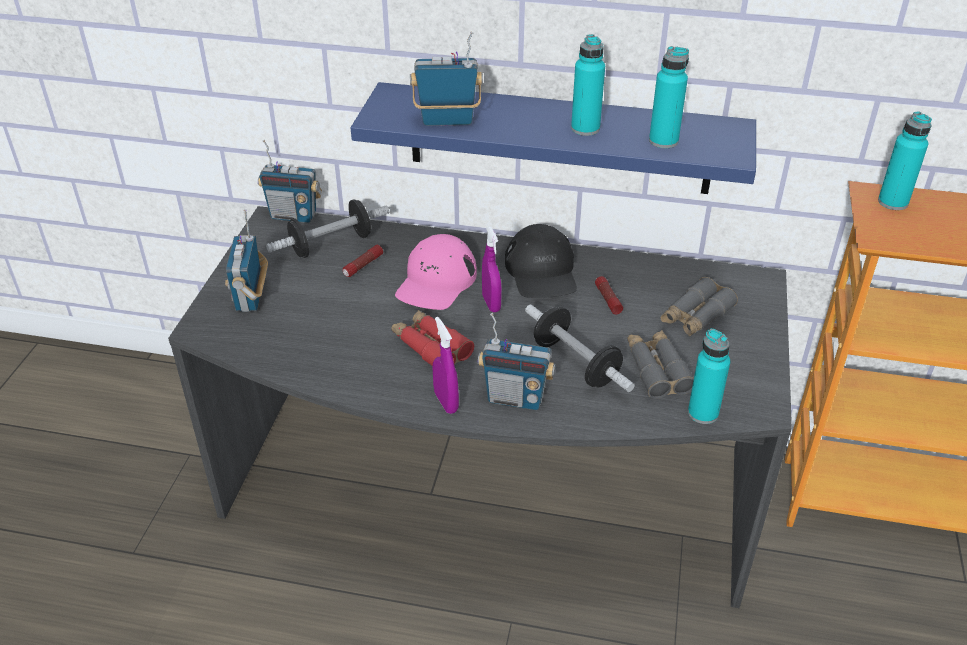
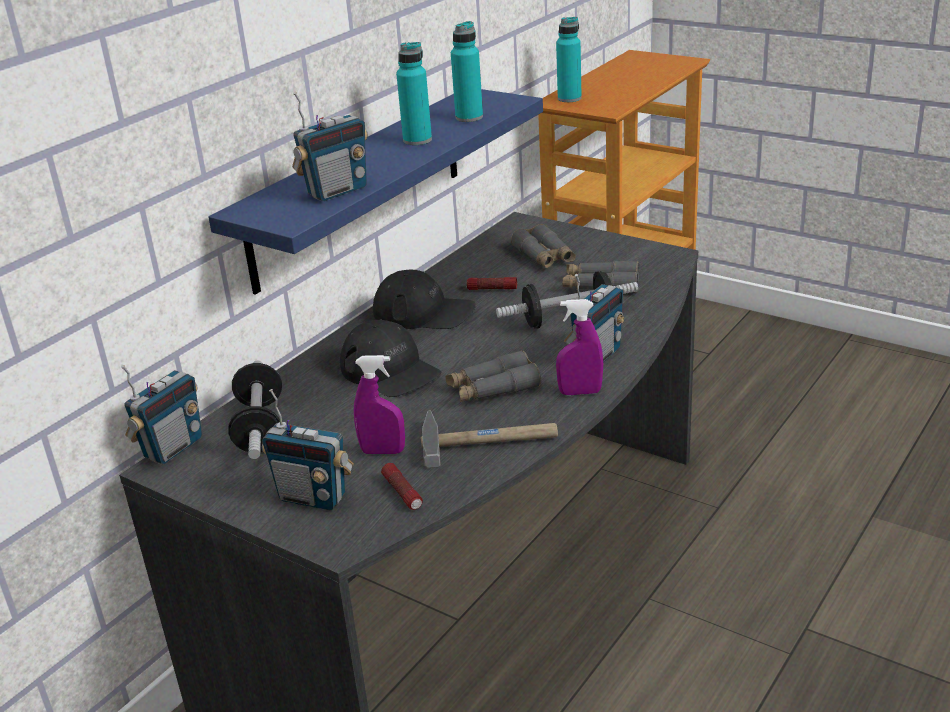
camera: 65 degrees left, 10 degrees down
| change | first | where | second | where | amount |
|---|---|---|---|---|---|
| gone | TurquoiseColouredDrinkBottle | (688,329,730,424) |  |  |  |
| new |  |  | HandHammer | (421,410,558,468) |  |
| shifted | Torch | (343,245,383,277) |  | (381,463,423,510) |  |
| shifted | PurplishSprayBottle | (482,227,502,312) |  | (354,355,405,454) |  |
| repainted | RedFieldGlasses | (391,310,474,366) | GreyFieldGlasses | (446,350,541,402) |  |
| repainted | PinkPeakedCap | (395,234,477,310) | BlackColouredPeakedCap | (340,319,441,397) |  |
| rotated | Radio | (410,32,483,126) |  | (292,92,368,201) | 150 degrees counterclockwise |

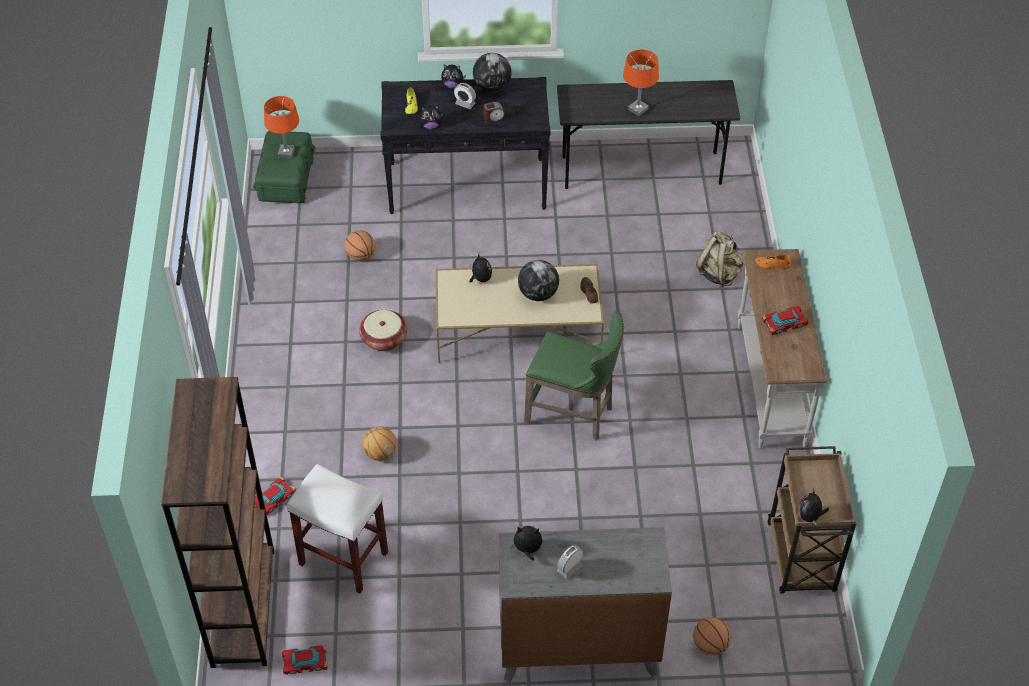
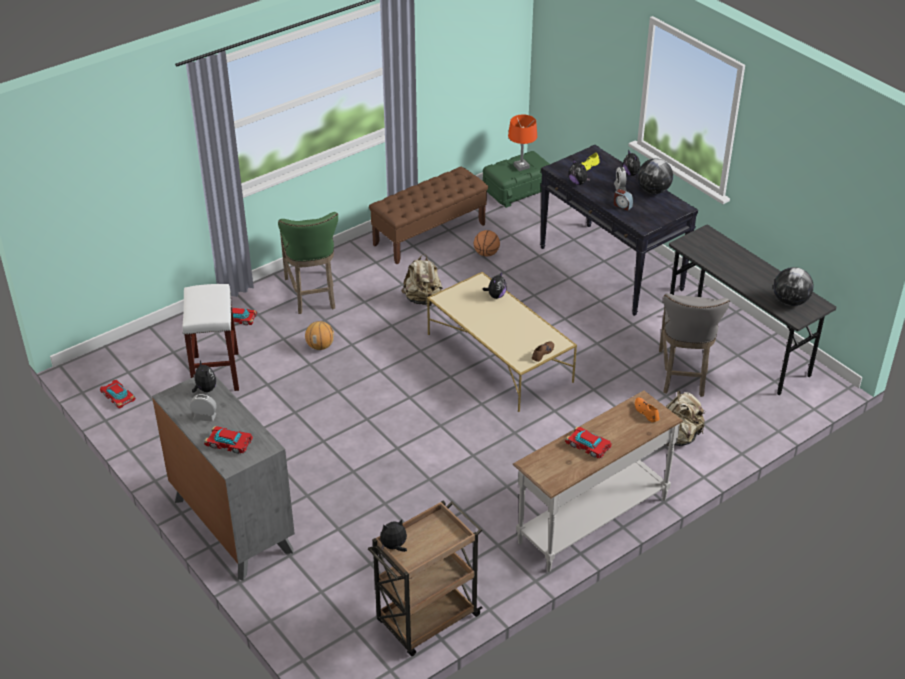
camera: 55 degrees right, 10 degrees down
| change | first | where | second | where | amount |
|---|---|---|---|---|---|
| gone | BrownColouredBookcase | (161,377,274,668) |  |  |  |
| gone | OrangeTableLamp | (623,50,659,116) |  |  |  |
| gone | BasketballBall | (693,617,731,655) |  |  |  |
| new |  |  | MiniatureCar | (204,426,253,454) |  |
| new |  |  | BrownColouredLongSeat | (369,167,488,264) |  |
| new |  |  | GreySittingStool | (659,293,730,397) |  |
| shifted | WorldGlobe | (518,260,559,301) |  | (774,267,814,306) |  |
| shifted | GreenColouredSittingStool | (524,311,624,441) |  | (278,212,338,314) |  |
| swapped | Basket | (359,310,407,351) | SandColouredRucksack | (401,254,443,306) |  |

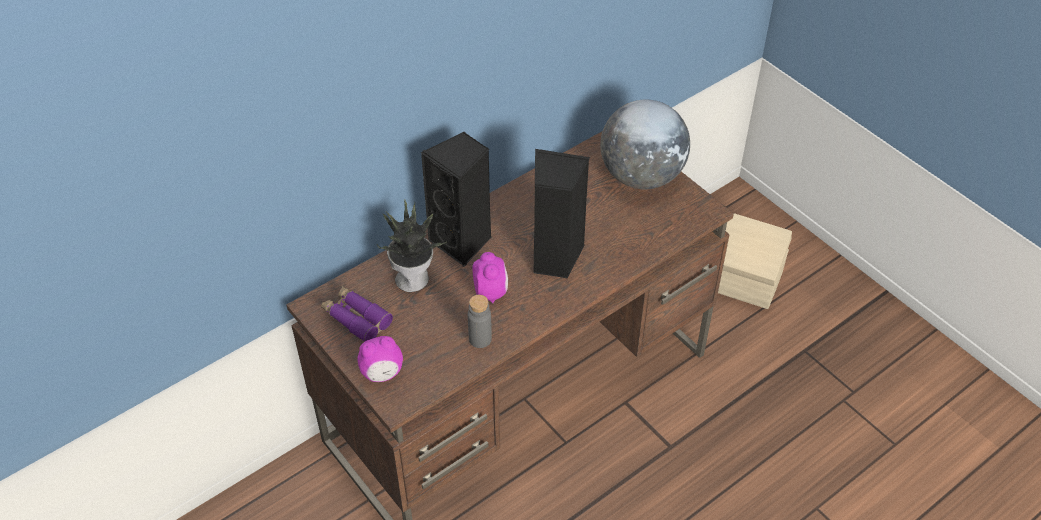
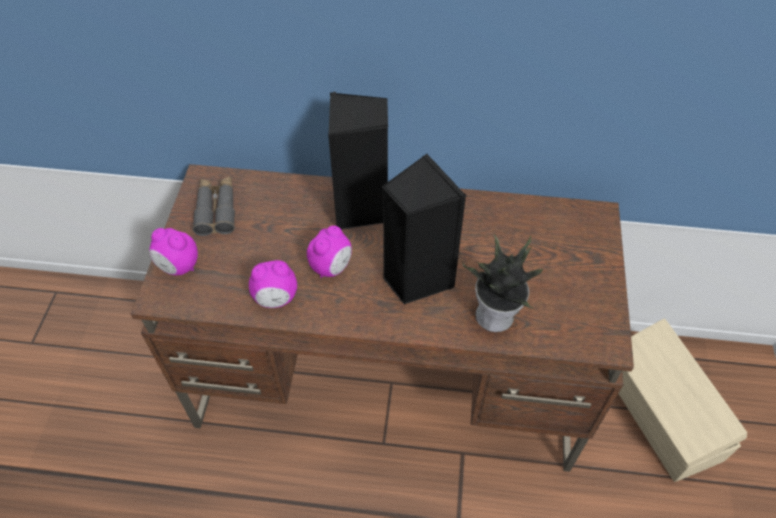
camera: 45 degrees right, 5 degrees up
| change | first | where | second | where | amount |
|---|---|---|---|---|---|
| gone | WorldGlobe | (600,100,690,189) |  |  |  |
| shifted | Houseplant | (377,199,446,292) |  | (462,235,543,332) |  |
| swapped | GreyDrinkBottle | (468,295,492,348) | AlarmClock | (249,260,297,308) |  |
| repainted | PurplishFieldGlasses | (321,286,393,342) | GreyFieldGlasses | (192,177,235,236) |  |

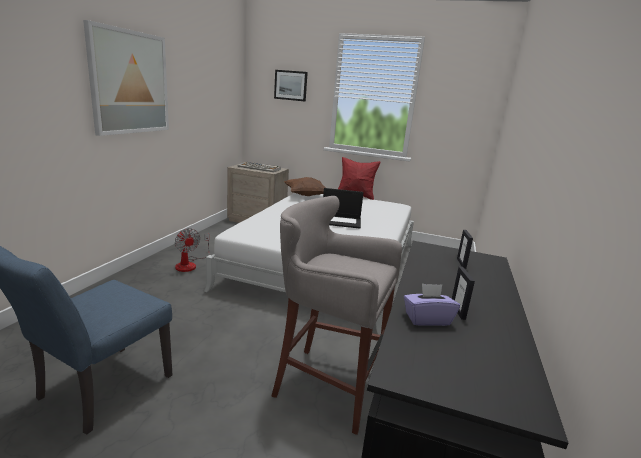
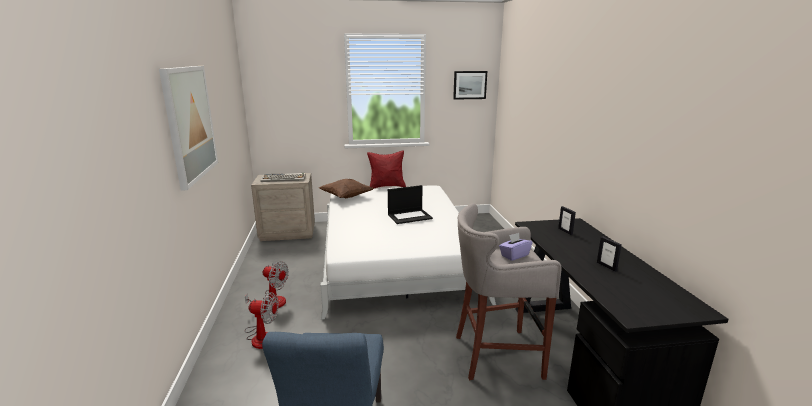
camera: 25 degrees left, 0 degrees up
| change | first | where | second | where | amount |
|---|---|---|---|---|---|
| new |  |  | ElectricFan | (245,292,279,349) |  |
| shifted | Picture | (274,70,308,101) |  | (453,71,487,100) |  |
| shifted | PurplishTissueHolder | (404,284,460,326) |  | (499,233,532,261) |  |

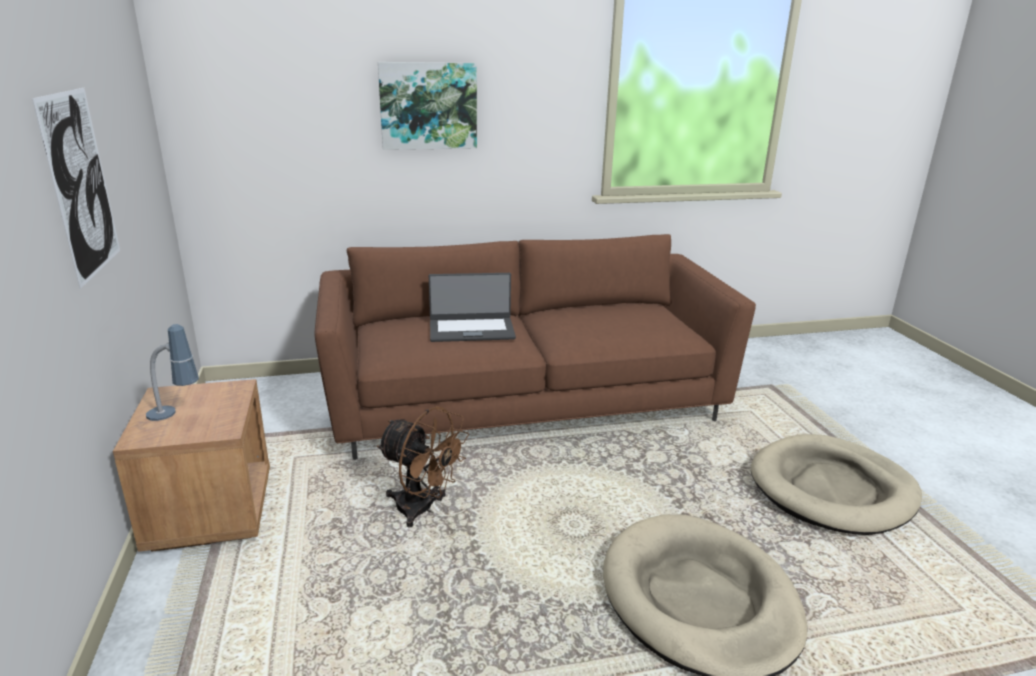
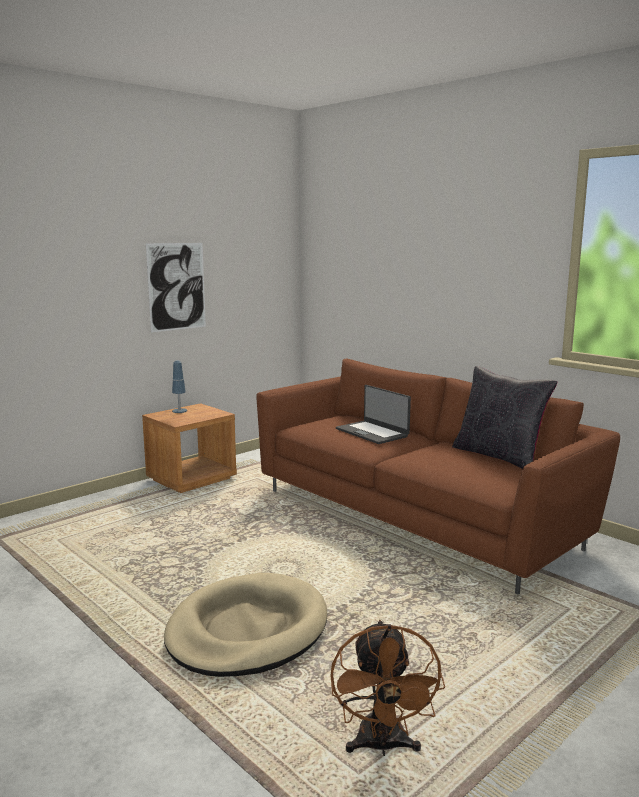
camera: 60 degrees right, 10 degrees down
| change | first | where | second | where | amount |
|---|---|---|---|---|---|
| gone | Picture | (378,62,477,150) |  |  |  |
| gone | SandColouredDogCushion | (751,434,922,535) |  |  |  |
| new |  |  | BlackColouredCushion | (452,366,558,469) |  |
| shifted | BrownColouredElectricFan | (377,406,469,527) |  | (330,620,445,756) |  |

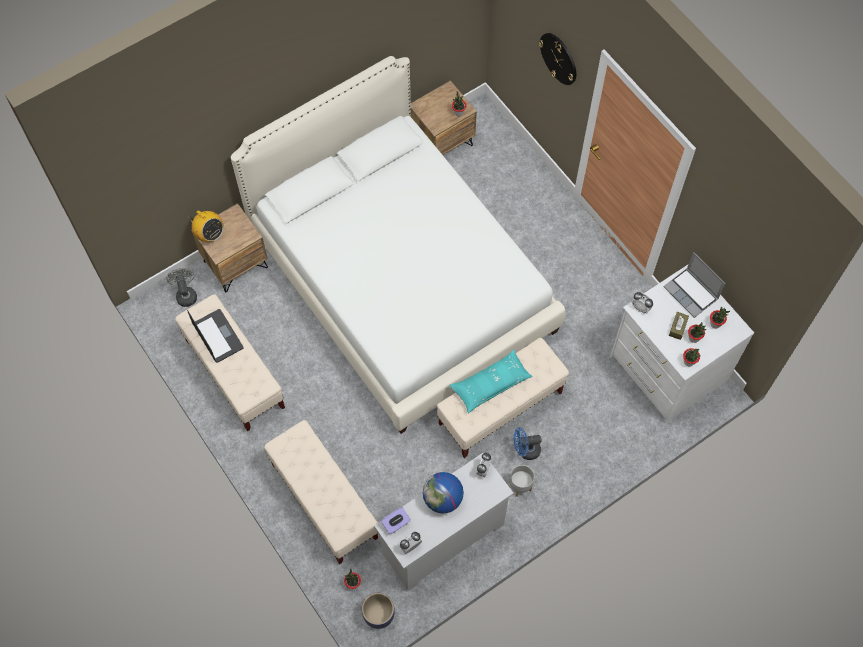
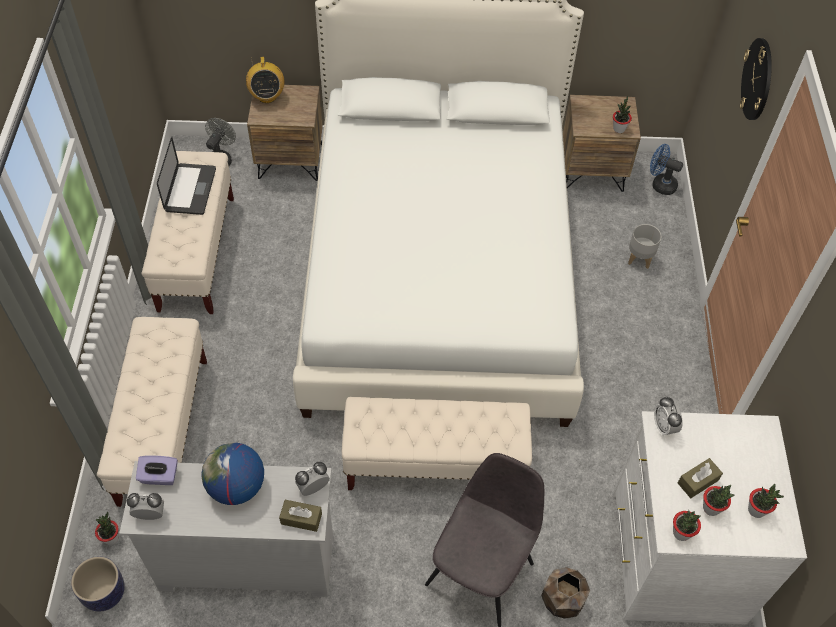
camera: 35 degrees right, 10 degrees down
| change | first | where | second | where | amount |
|---|---|---|---|---|---|
| gone | TurquoiseColouredCushion | (449,350,533,414) |  |  |  |
| gone | Laptop | (663,252,725,318) |  |  |  |
| new |  |  | BrownColouredTissueHolder | (279,500,322,532) |  |
| new |  |  | GreyUprightChair | (425,453,544,627) |  |
| new |  |  | BrownColouredPlanter | (541,567,590,619) |  |
| shifted | GreyPlanter | (509,465,534,497) |  | (628,224,661,269) |  |
| shifted | BlueColouredElectricFan | (514,427,542,460) |  | (650,144,683,195) |  |

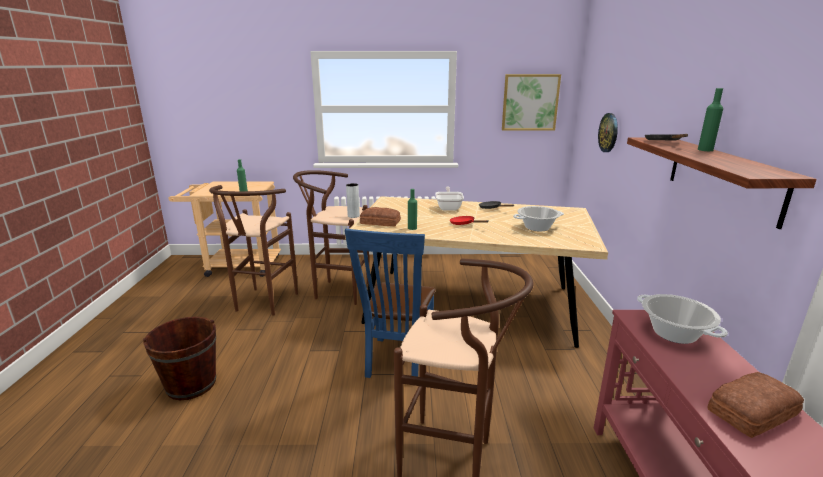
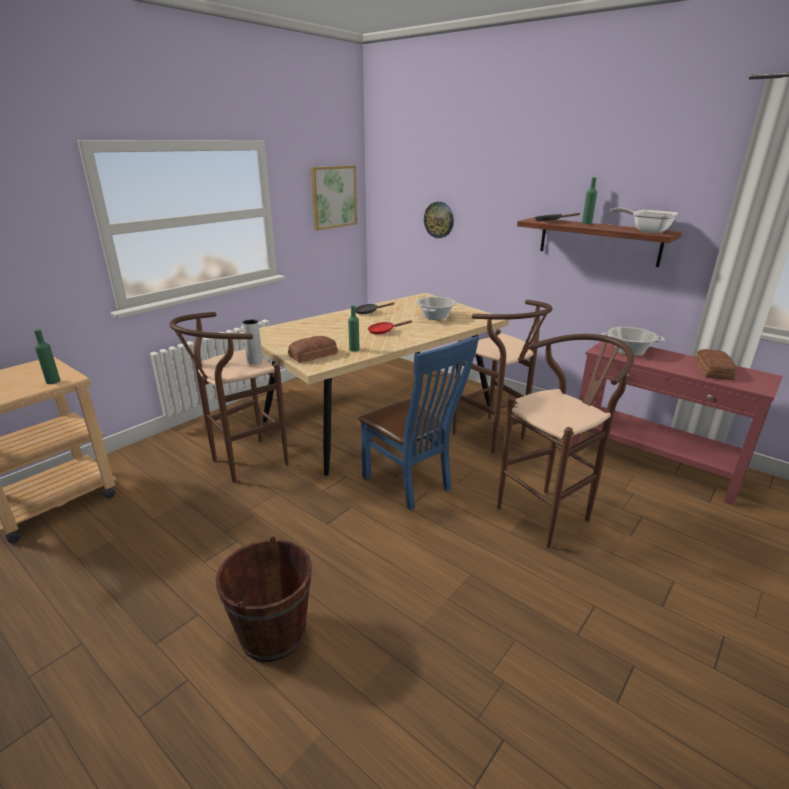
camera: 50 degrees left, 5 degrees up
| change | first | where | second | where | amount |
|---|---|---|---|---|---|
| shifted | BrownColouredSittingStool | (209,185,298,315) |  | (453,300,552,454) |  |
| shifted | Pan | (435,186,464,211) |  | (610,208,678,233) |  |

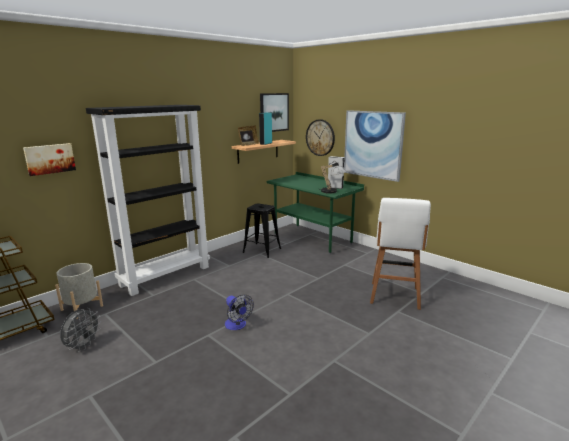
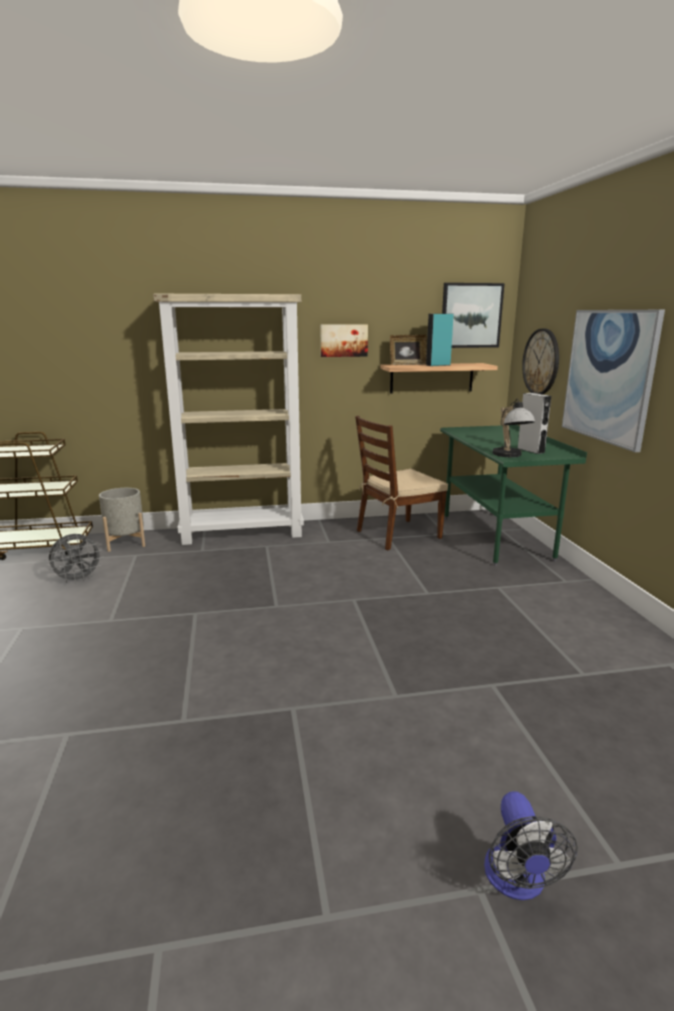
camera: 35 degrees right, 0 degrees up
| change | first | where | second | where | amount |
|---|---|---|---|---|---|
| gone | WhiteColouredSittingStool | (370,198,431,310) |  |  |  |
| shifted | Picture | (23,143,76,176) |  | (321,324,368,357) |  |
| shifted | ElectricFan | (225,295,254,330) |  | (484,791,578,900) |  |
| swapped | BlackColouredSittingStool | (243,203,281,258) | BrownColouredUprightChair | (355,416,448,550) |  |
| repainted | BlackColouredBookcase | (86,105,210,296) | SandColouredBookcase | (153,294,304,545) |  |

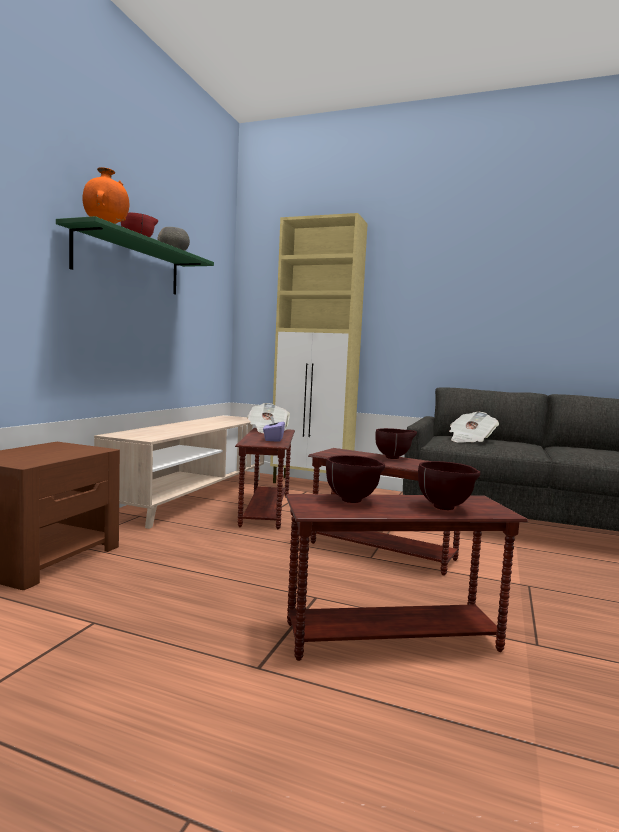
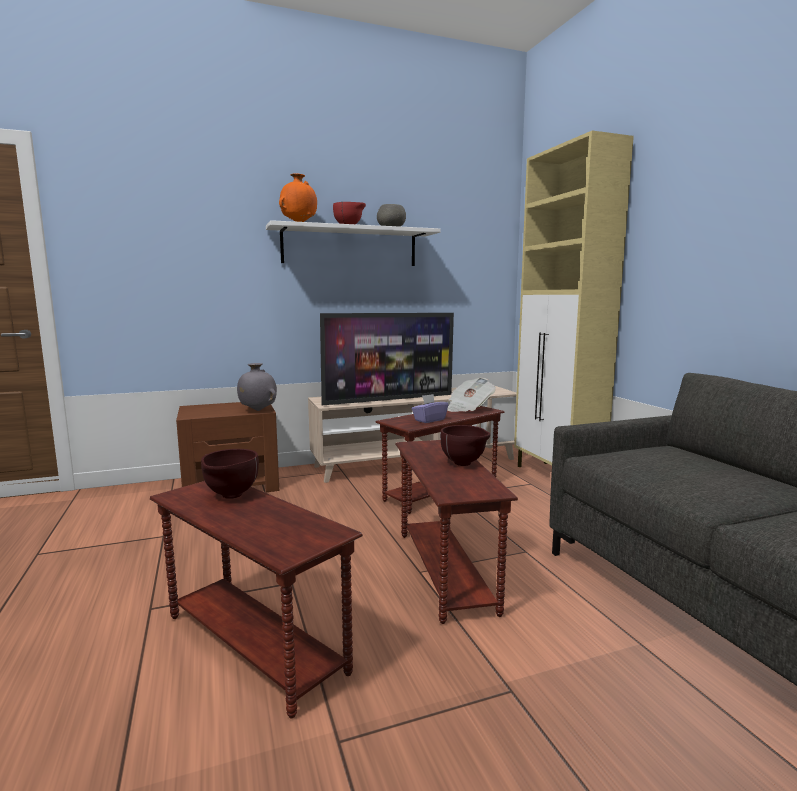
camera: 50 degrees right, 5 degrees up
| change | first | where | second | where | amount |
|---|---|---|---|---|---|
| gone | BrownColouredBowl | (418,461,480,510) |  |  |  |
| gone | Newspaper | (449,412,499,443) |  |  |  |
| new |  |  | GreyDecorativeVase | (237,363,277,411) |  |
| new |  |  | Tv | (320,313,454,405) |  |
| repainted | GreenColouredShelf | (56,216,214,294) | WhiteColouredShelf | (266,220,441,266) |  |

